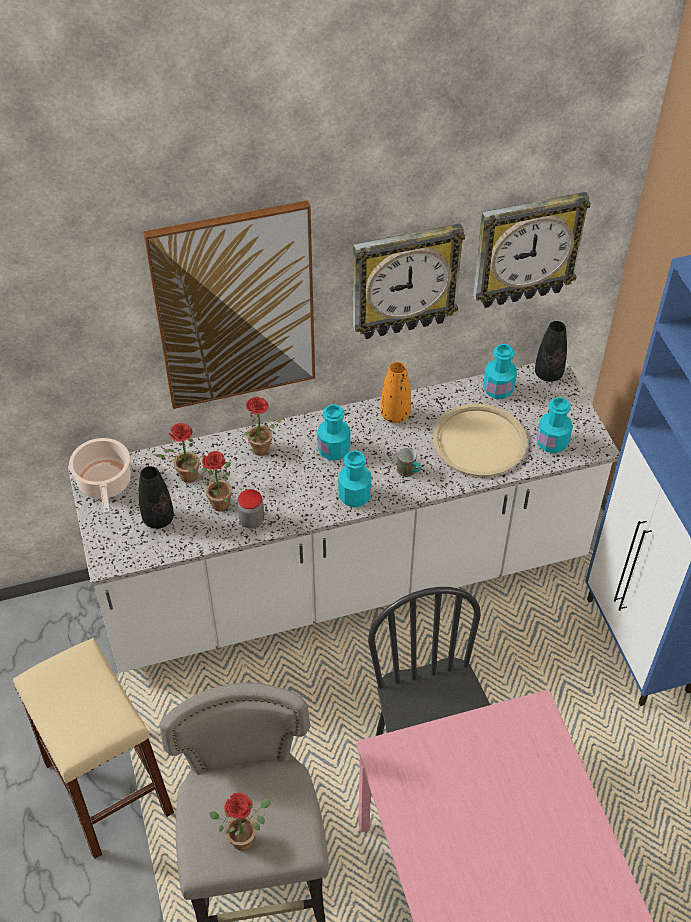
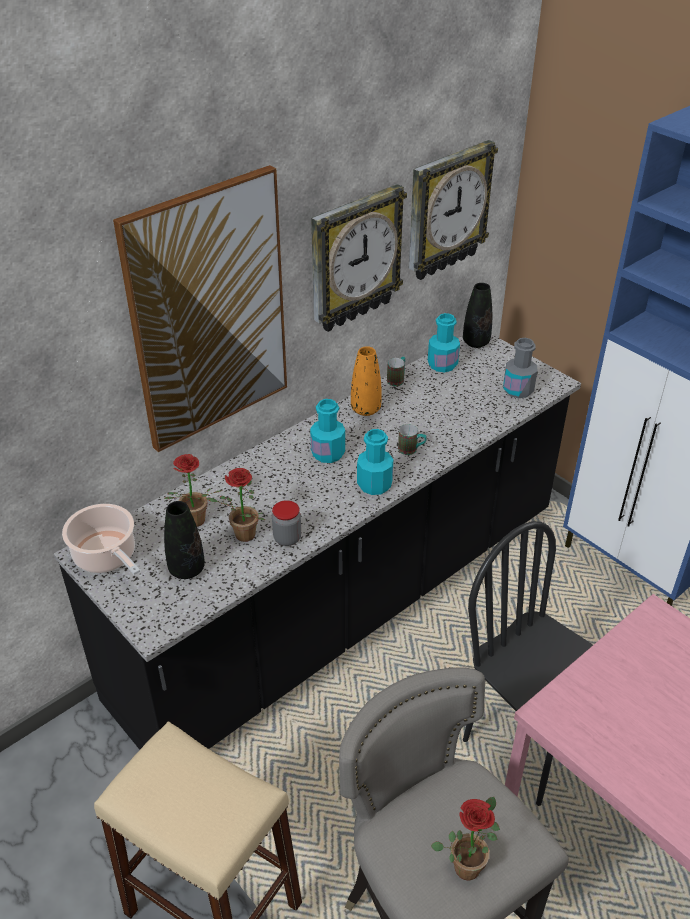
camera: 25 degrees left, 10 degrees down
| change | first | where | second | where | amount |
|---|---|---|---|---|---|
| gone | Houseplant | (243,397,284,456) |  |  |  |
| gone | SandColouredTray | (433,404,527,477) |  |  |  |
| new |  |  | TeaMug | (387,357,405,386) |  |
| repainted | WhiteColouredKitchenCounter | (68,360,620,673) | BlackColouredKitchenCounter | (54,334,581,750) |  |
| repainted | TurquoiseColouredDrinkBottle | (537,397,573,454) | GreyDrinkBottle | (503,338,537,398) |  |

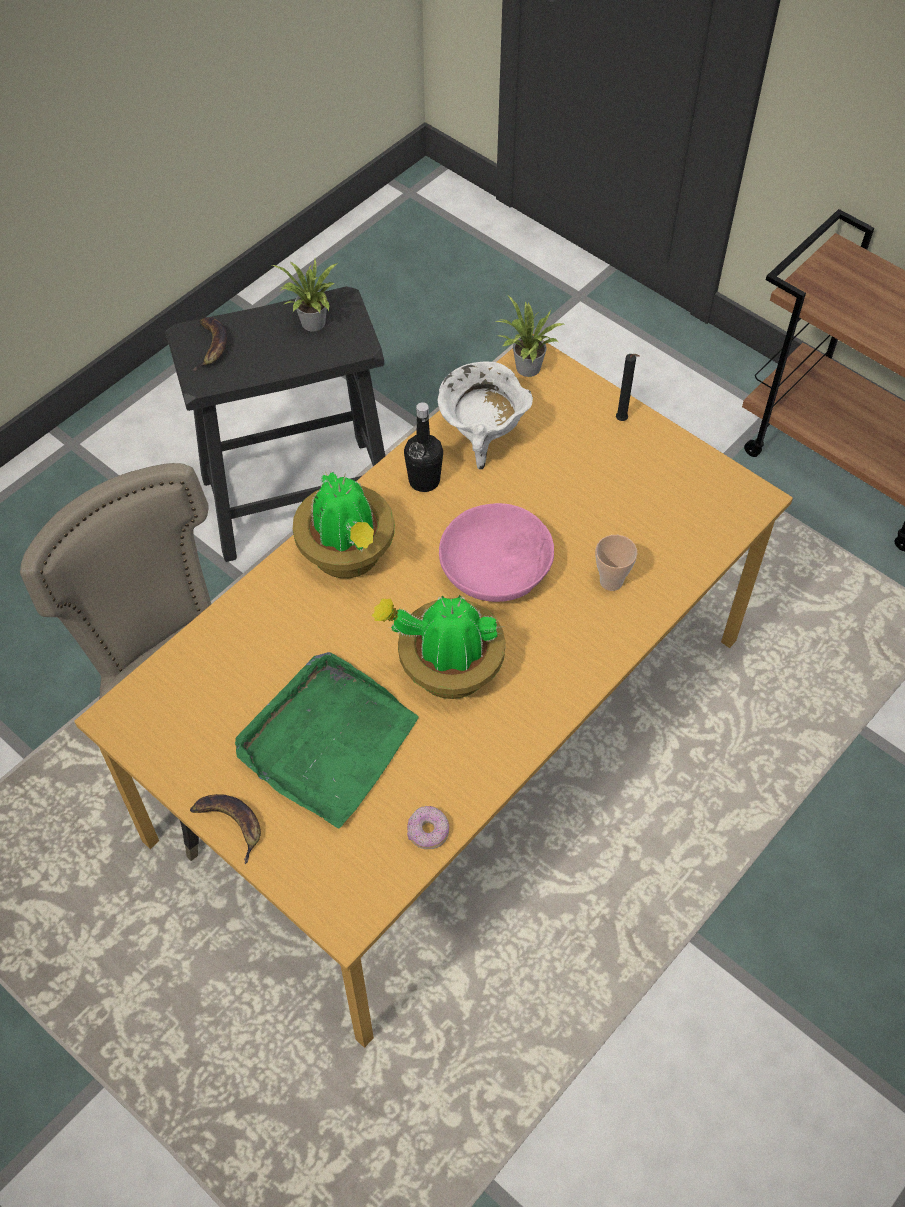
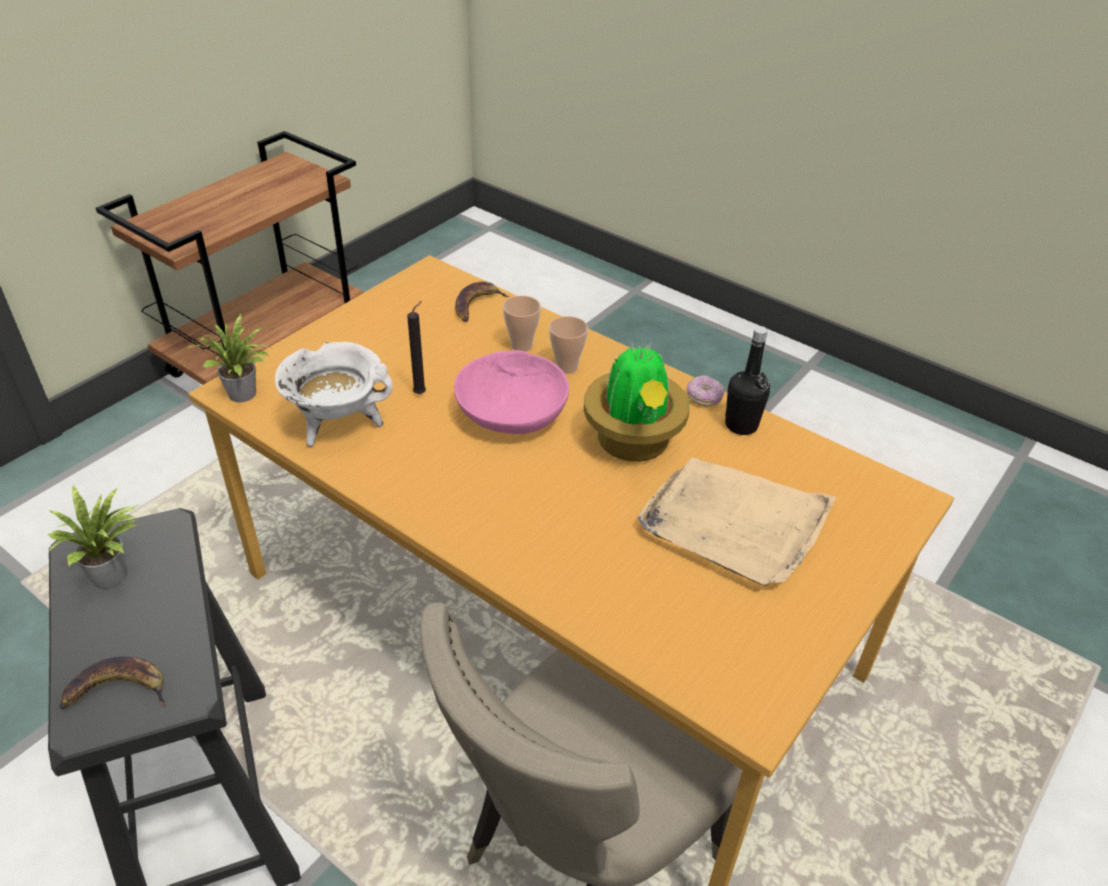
camera: 95 degrees left, 15 degrees down
| change | first | where | second | where | amount |
|---|---|---|---|---|---|
| gone | Houseplant | (293,472,394,578) |  |  |  |
| new |  |  | DrinkingCup | (549,316,588,374) |  |
| shifted | BananaFruit | (190,794,261,864) |  | (455,281,509,322) |  |
| shifted | BlackColouredDrinkBottle | (404,402,443,492) |  | (725,326,770,435) |  |
| shifted | Donut | (407,806,449,849) |  | (687,375,725,406) |  |
| shifted | BlackColouredCandle | (616,354,640,421) |  | (407,301,426,394) |  |
| repainted | GreenColouredTray | (235,652,419,828) | SandColouredTray | (637,457,836,586) |  |

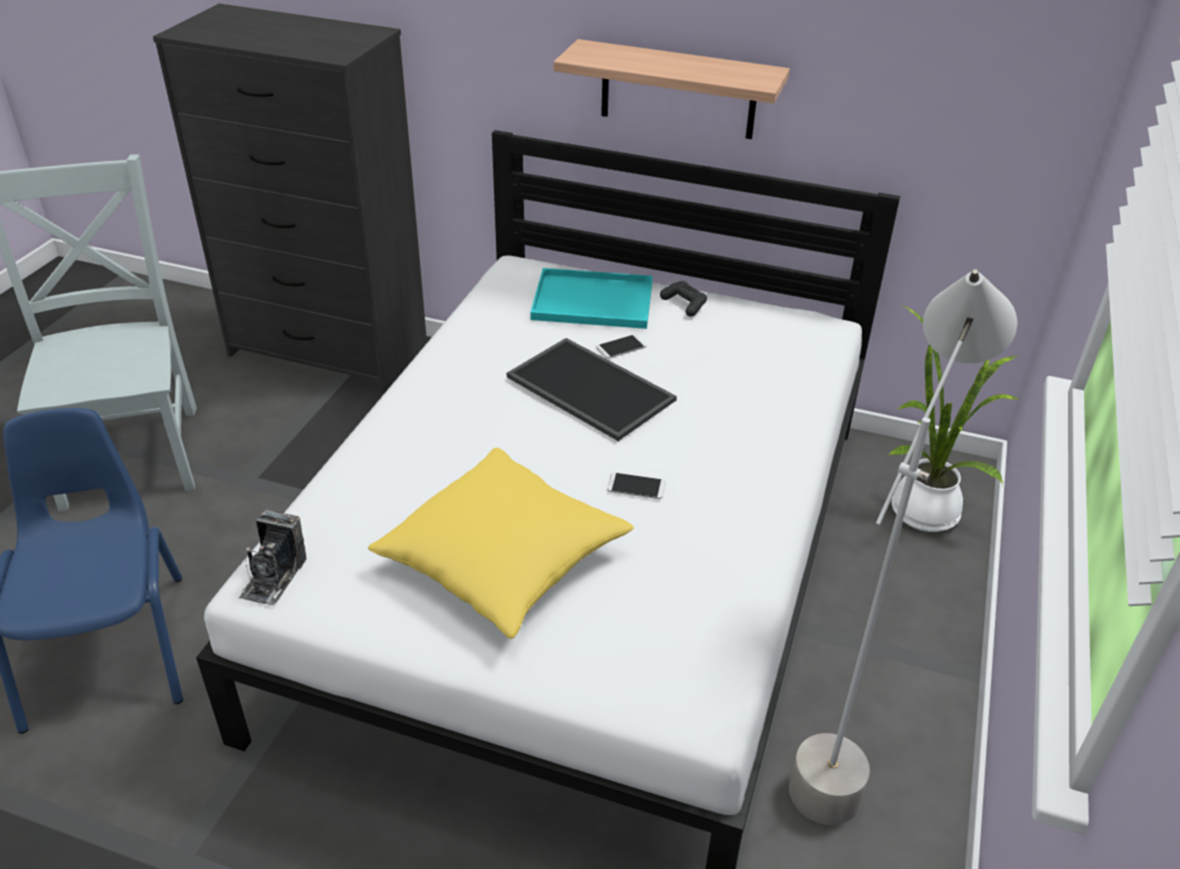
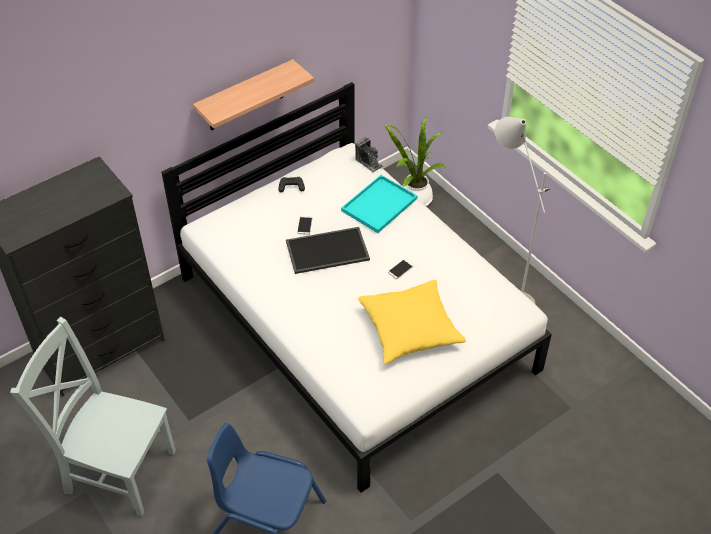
camera: 55 degrees left, 10 degrees up
| change | first | where | second | where | amount |
|---|---|---|---|---|---|
| shifted | StillCamera | (238,510,307,606) |  | (355,137,383,173) |  |
| shifted | TurquoiseColouredTray | (530,268,653,329) |  | (341,175,417,233) |  |

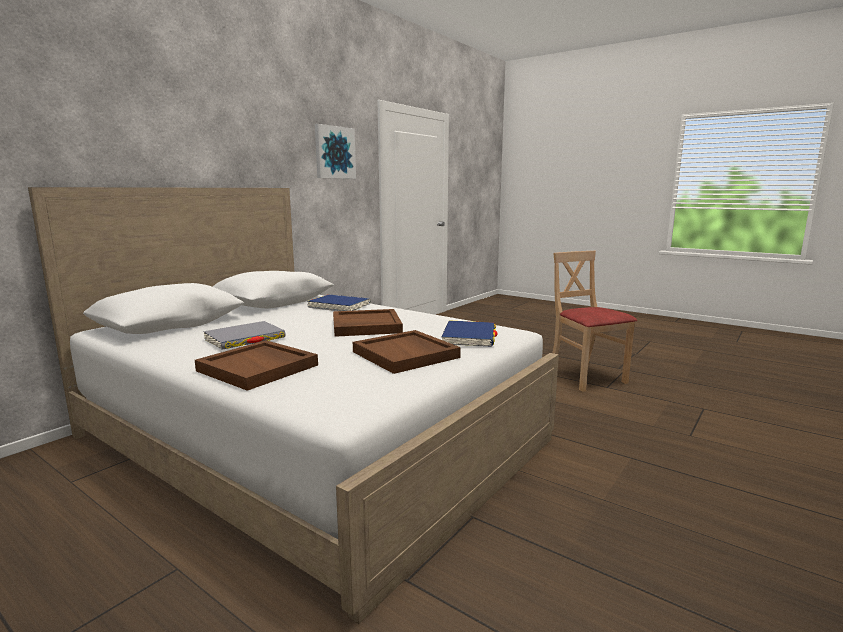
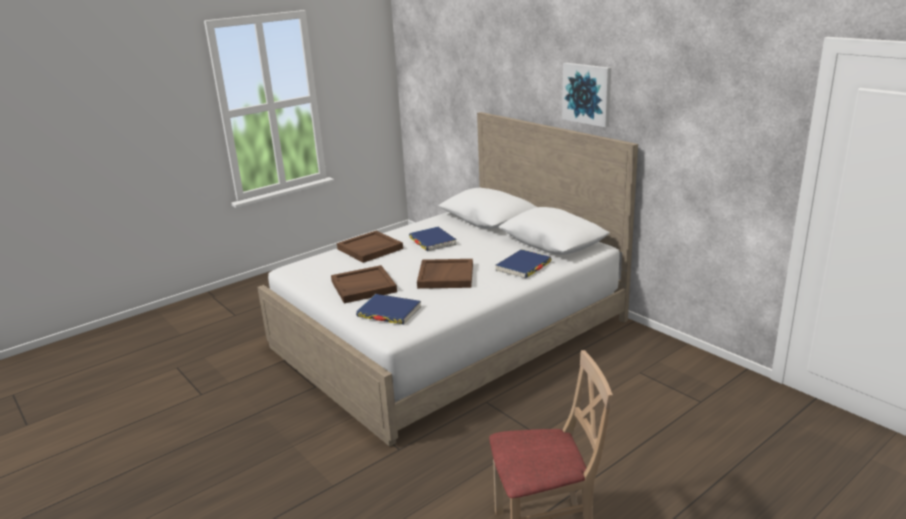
camera: 105 degrees right, 10 degrees up
| change | first | where | second | where | amount |
|---|---|---|---|---|---|
| shifted | Picture | (315,124,356,179) |  | (562,63,611,127) |  |
| repainted | GreyBook | (203,321,286,350) | BlueColouredBook | (409,227,457,251) |  |

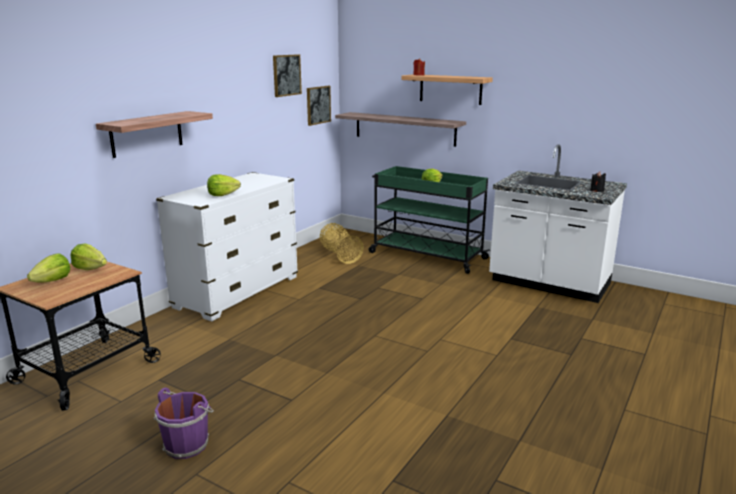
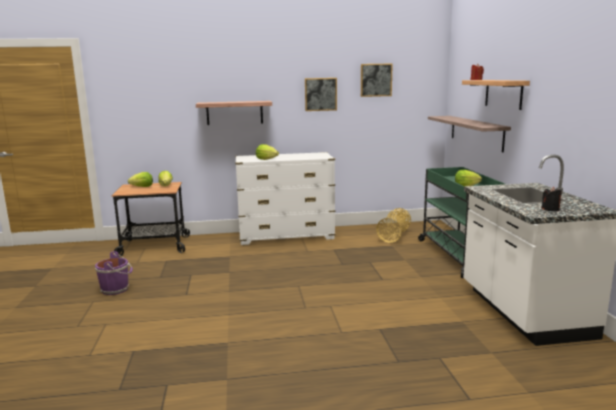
camera: 50 degrees right, 5 degrees down
| change | first | where | second | where | amount |
|---|---|---|---|---|---|
| shifted | Picture | (307,86,331,126) |  | (305,78,337,111) |  |

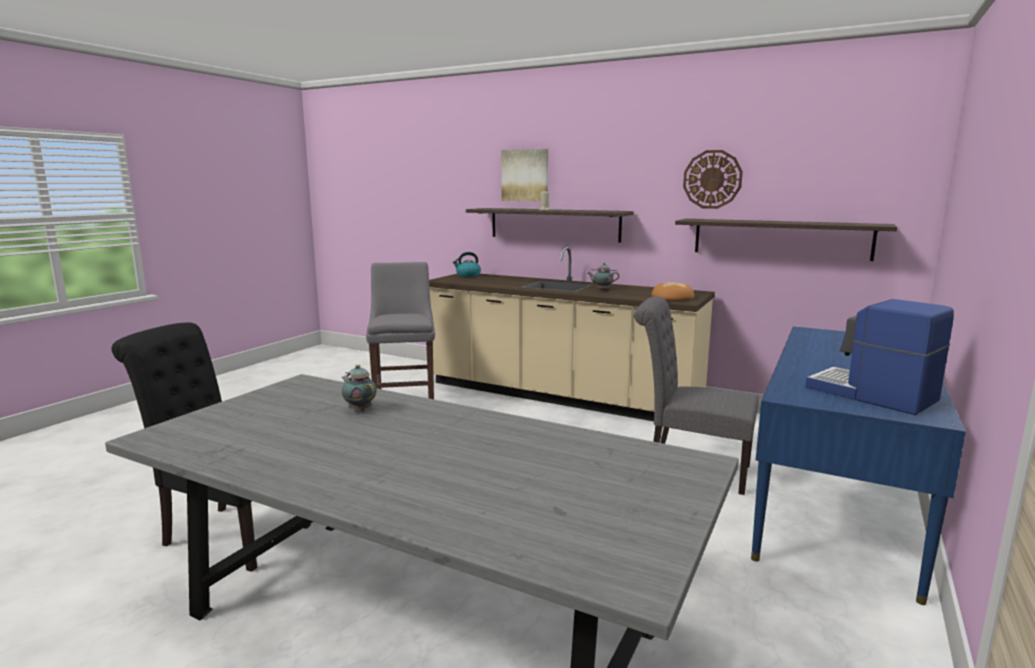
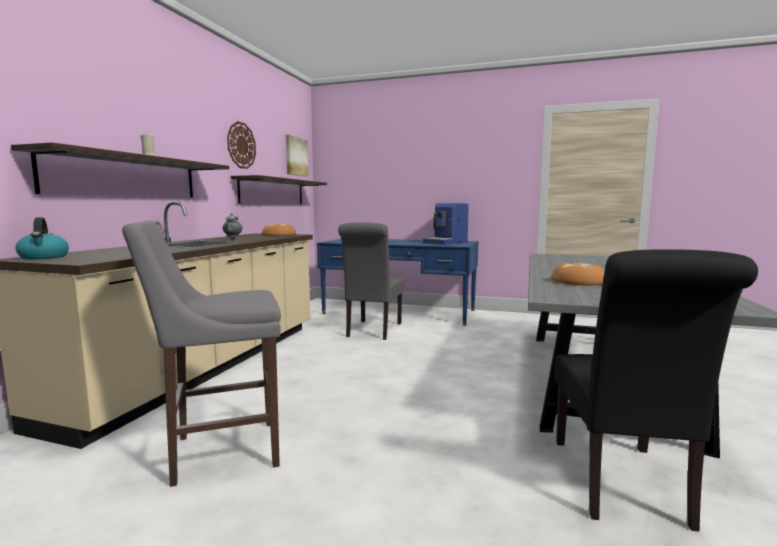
camera: 100 degrees left, 5 degrees down
| change | first | where | second | where | amount |
|---|---|---|---|---|---|
| shifted | Picture | (501,149,548,201) |  | (286,135,308,177) |  |
| swapped | PotForTea | (342,365,377,412) | BakeryBread | (551,263,605,285) |  |

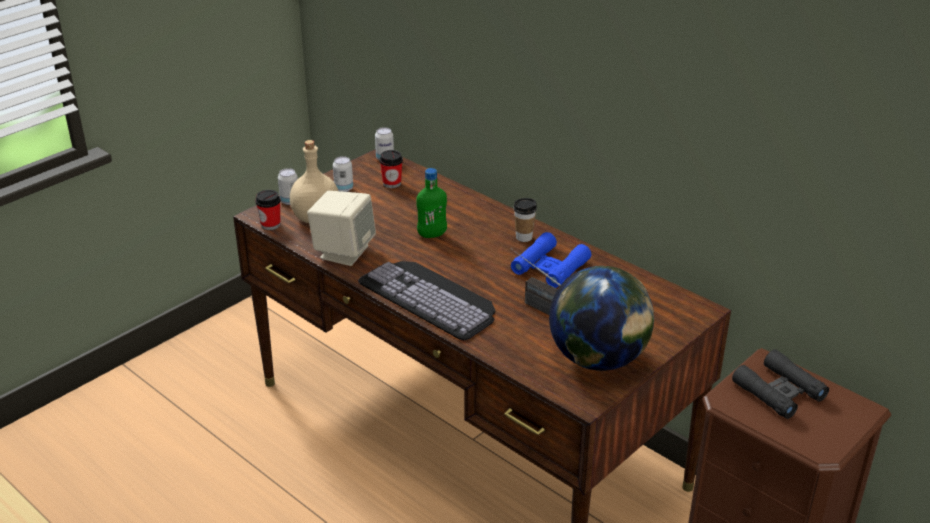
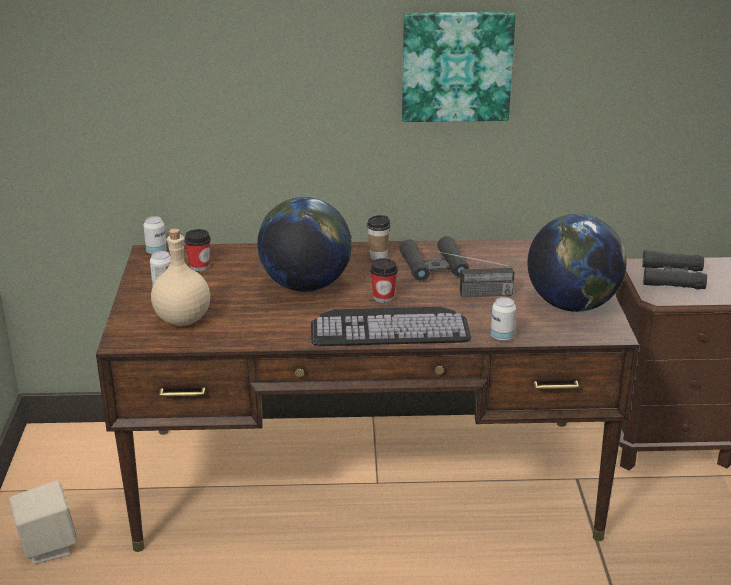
camera: 45 degrees left, 5 degrees down
| change | first | where | second | where | amount |
|---|---|---|---|---|---|
| new |  |  | Picture | (402,12,516,122) |  |
| shifted | DrinkingCup | (255,190,281,230) |  | (370,258,398,303) |  |
| shifted | SealedCan | (278,168,298,205) |  | (491,297,516,341) |  |
| shifted | SandColouredLoudspeaker | (307,191,376,266) |  | (9,480,77,564) |  |
| swapped | GreenColouredDrinkBottle | (416,168,447,238) | WorldGlobe | (257,197,352,292) |  |
| repainted | BlueColouredFieldGlasses | (511,232,591,288) | BlackColouredFieldGlasses | (400,236,469,282) |  |

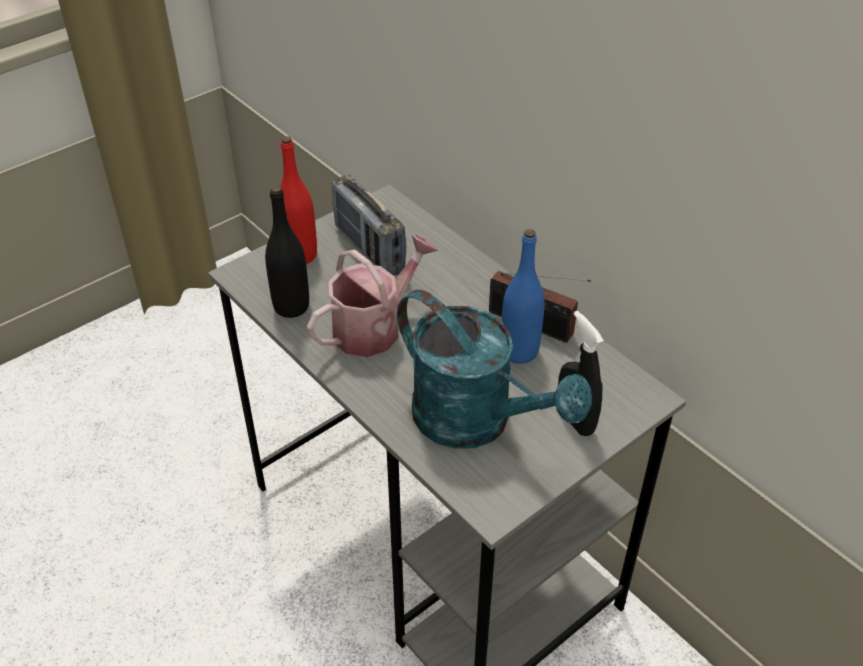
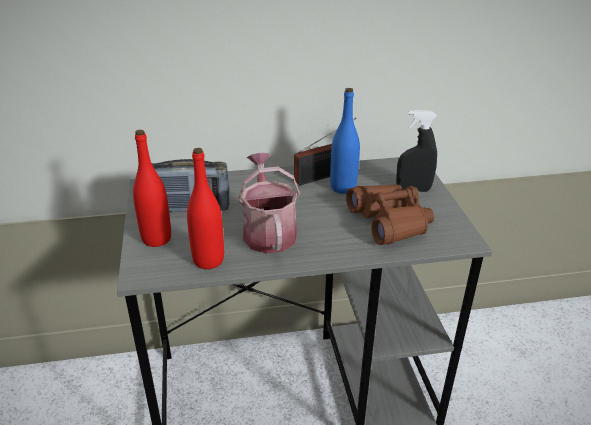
camera: 60 degrees left, 10 degrees down
| change | first | where | second | where | amount |
|---|---|---|---|---|---|
| swapped | TurquoiseColouredWateringCan | (397,290,592,449) | BrownColouredFieldGlasses | (346,184,434,245) |  |
| repainted | BlackColouredDrinkBottle | (265,185,309,318) | RedDrinkBottle | (187,148,224,269) |  |

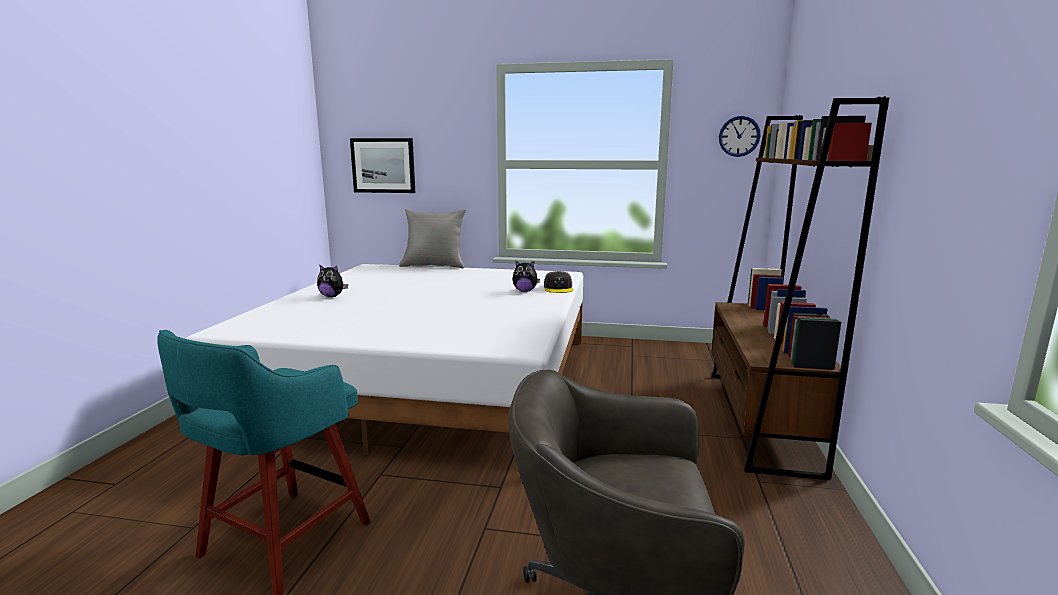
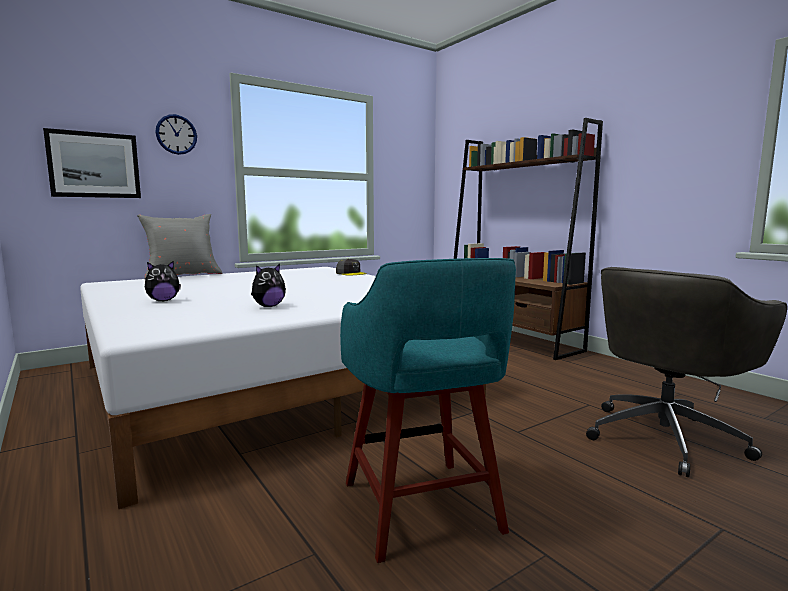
camera: 45 degrees left, 5 degrees down
| change | first | where | second | where | amount |
|---|---|---|---|---|---|
| shifted | SoftToy | (513,261,540,292) |  | (251,264,286,307) |  |
| shifted | HangingClock | (719,116,760,157) |  | (155,114,197,155) |  |

